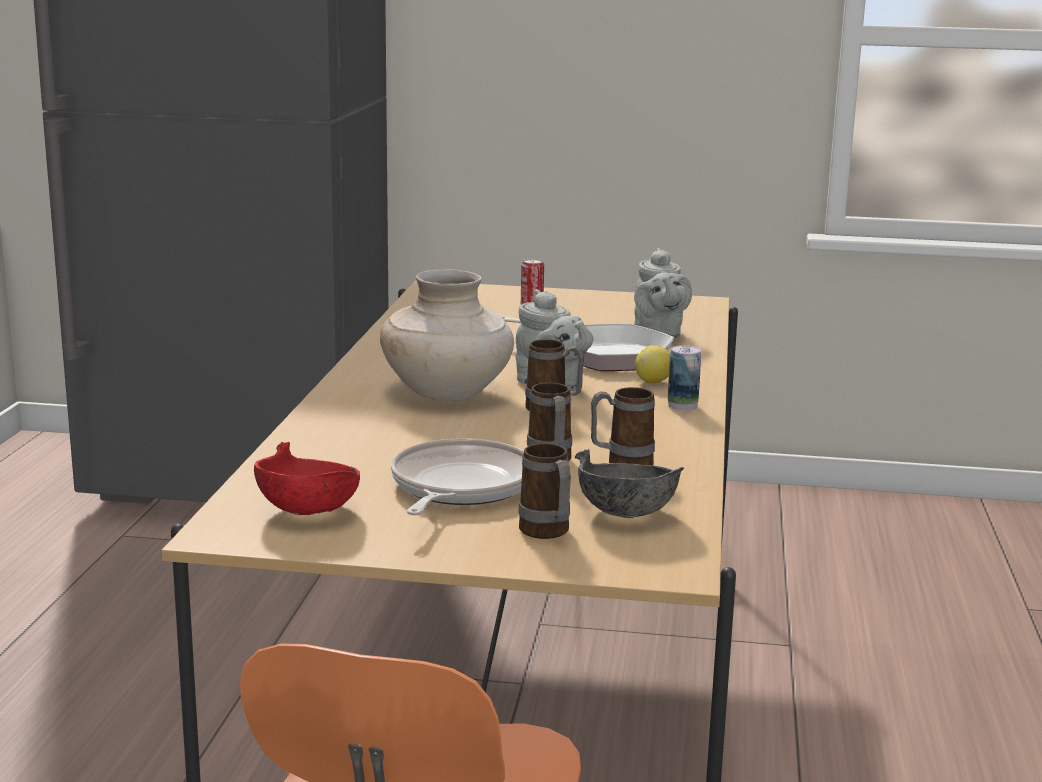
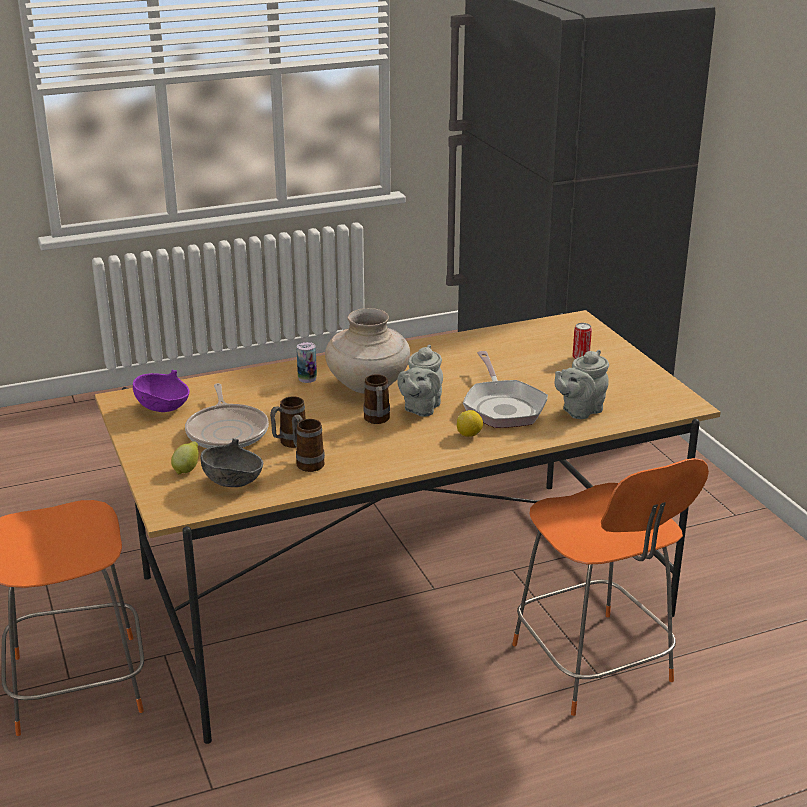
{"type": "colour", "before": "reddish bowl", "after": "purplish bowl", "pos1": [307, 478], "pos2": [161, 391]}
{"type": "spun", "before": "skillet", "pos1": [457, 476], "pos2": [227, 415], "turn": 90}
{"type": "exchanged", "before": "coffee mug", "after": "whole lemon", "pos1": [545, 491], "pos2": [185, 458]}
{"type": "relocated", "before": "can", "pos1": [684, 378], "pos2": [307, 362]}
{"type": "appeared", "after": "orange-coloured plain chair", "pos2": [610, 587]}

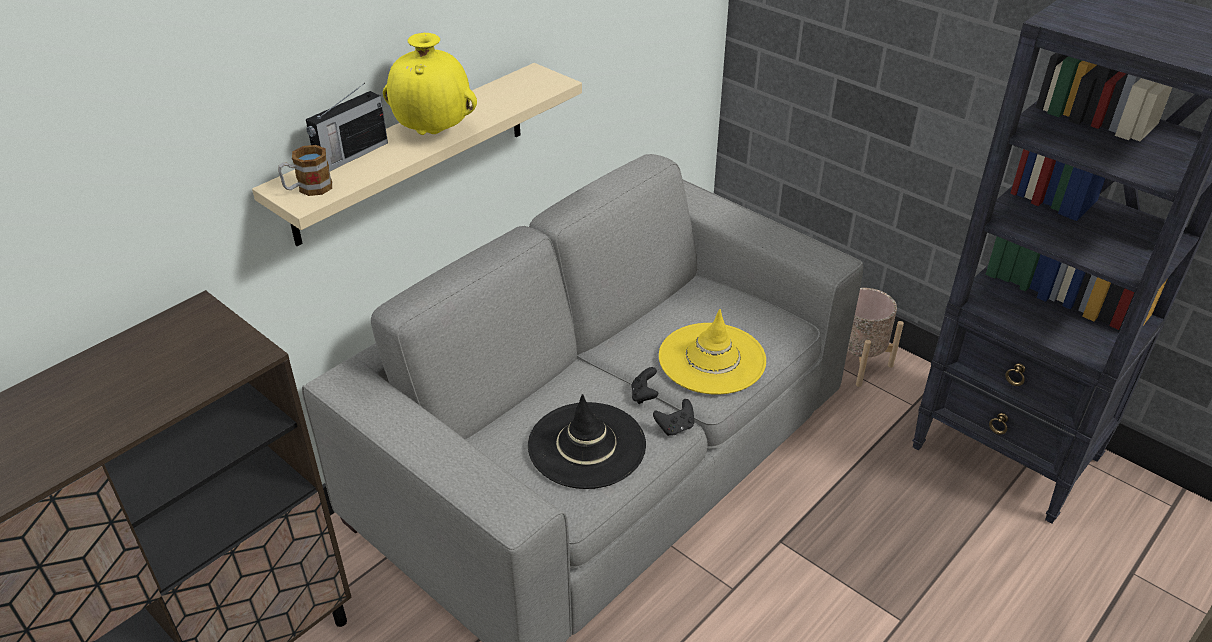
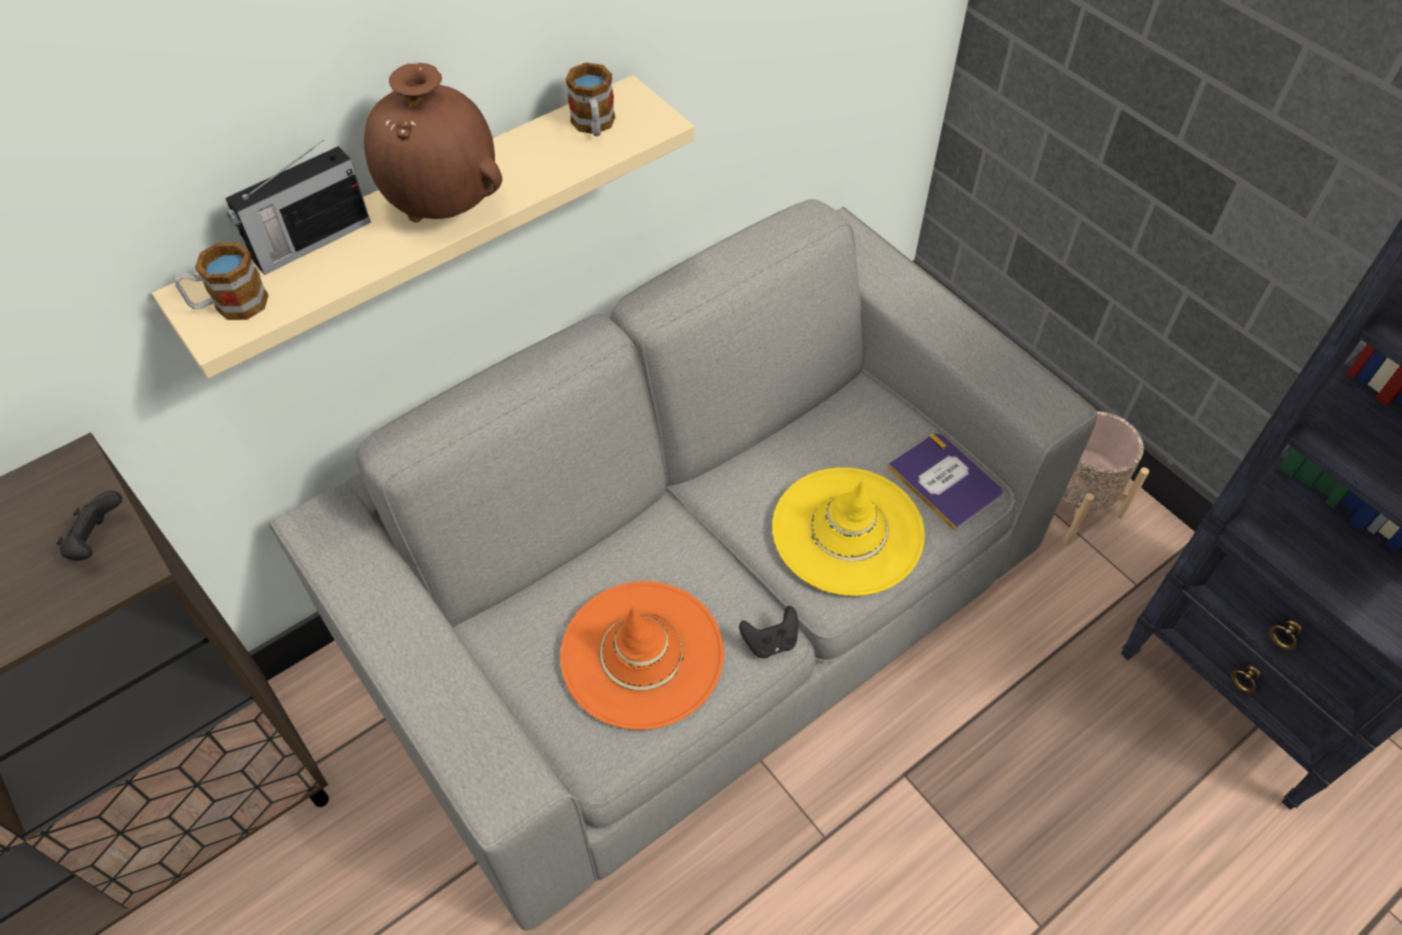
{"type": "colour", "before": "yellow-coloured decorative vase", "after": "brownish decorative vase", "pos1": [430, 84], "pos2": [433, 142]}
{"type": "colour", "before": "blackish wearable hat", "after": "orange-coloured wearable hat", "pos1": [587, 441], "pos2": [642, 655]}
{"type": "relocated", "before": "blackish gamepad", "pos1": [644, 385], "pos2": [89, 525]}
{"type": "appeared", "after": "coffee mug", "pos2": [590, 99]}
{"type": "appeared", "after": "book", "pos2": [945, 482]}

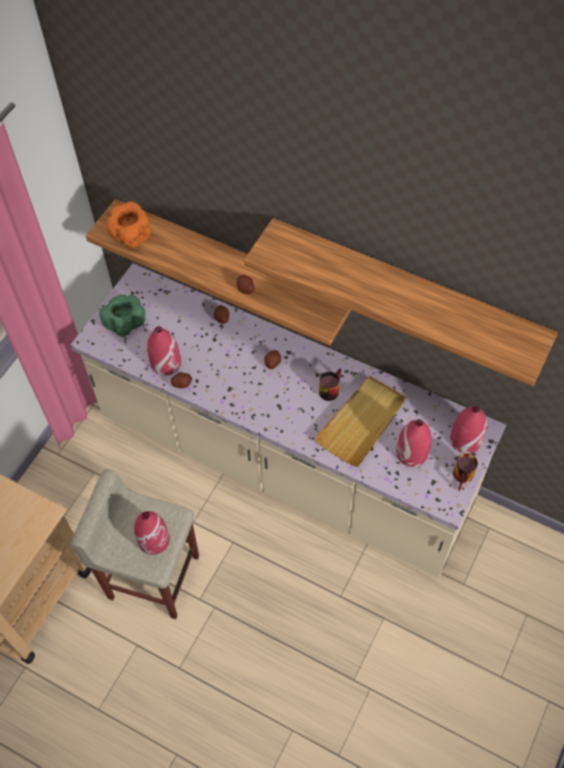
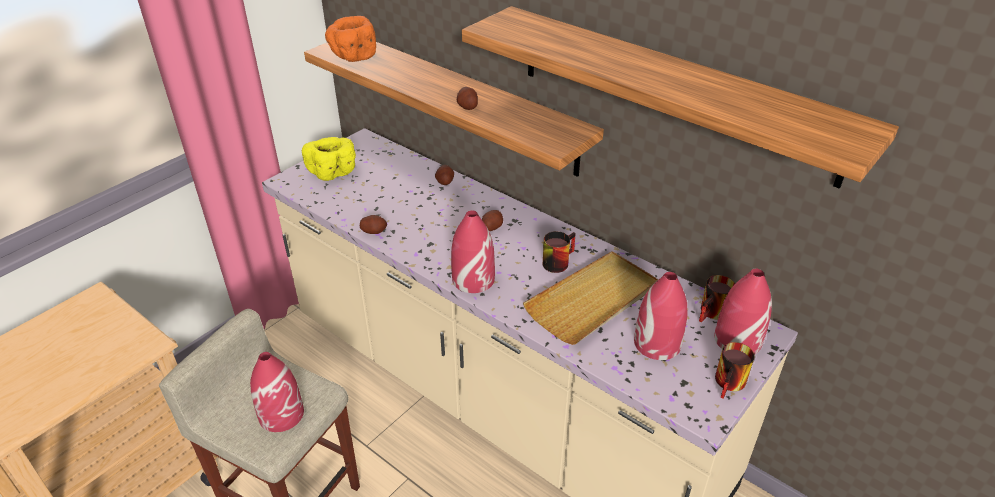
{"type": "colour", "before": "green bowl", "after": "yellow-coloured bowl", "pos1": [122, 316], "pos2": [329, 159]}
{"type": "relocated", "before": "reddish decorative vase", "pos1": [164, 351], "pos2": [473, 251]}
{"type": "appeared", "after": "coffee mug", "pos2": [717, 298]}

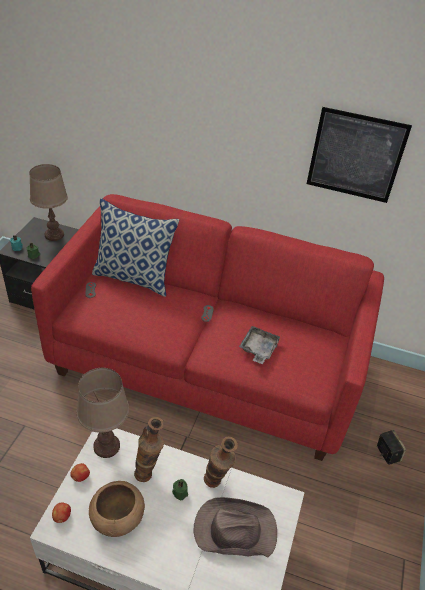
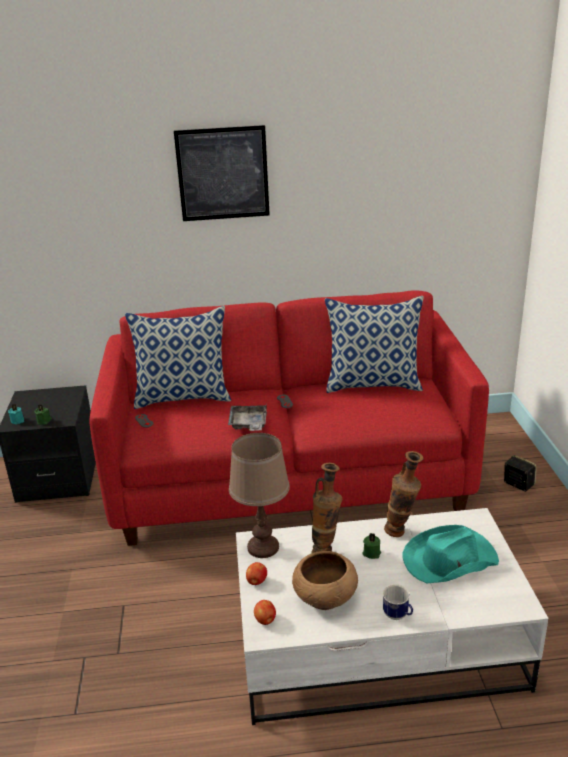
{"type": "missing", "before": "brownish tabletop lamp", "pos1": [48, 202]}
{"type": "colour", "before": "brownish wearable hat", "after": "turquoise wearable hat", "pos1": [235, 527], "pos2": [450, 554]}
{"type": "relocated", "before": "gray tray", "pos1": [260, 345], "pos2": [247, 417]}
{"type": "relocated", "before": "wall picture", "pos1": [359, 155], "pos2": [222, 173]}
{"type": "appeared", "after": "pillow", "pos2": [374, 344]}
{"type": "appeared", "after": "coffee mug", "pos2": [398, 602]}

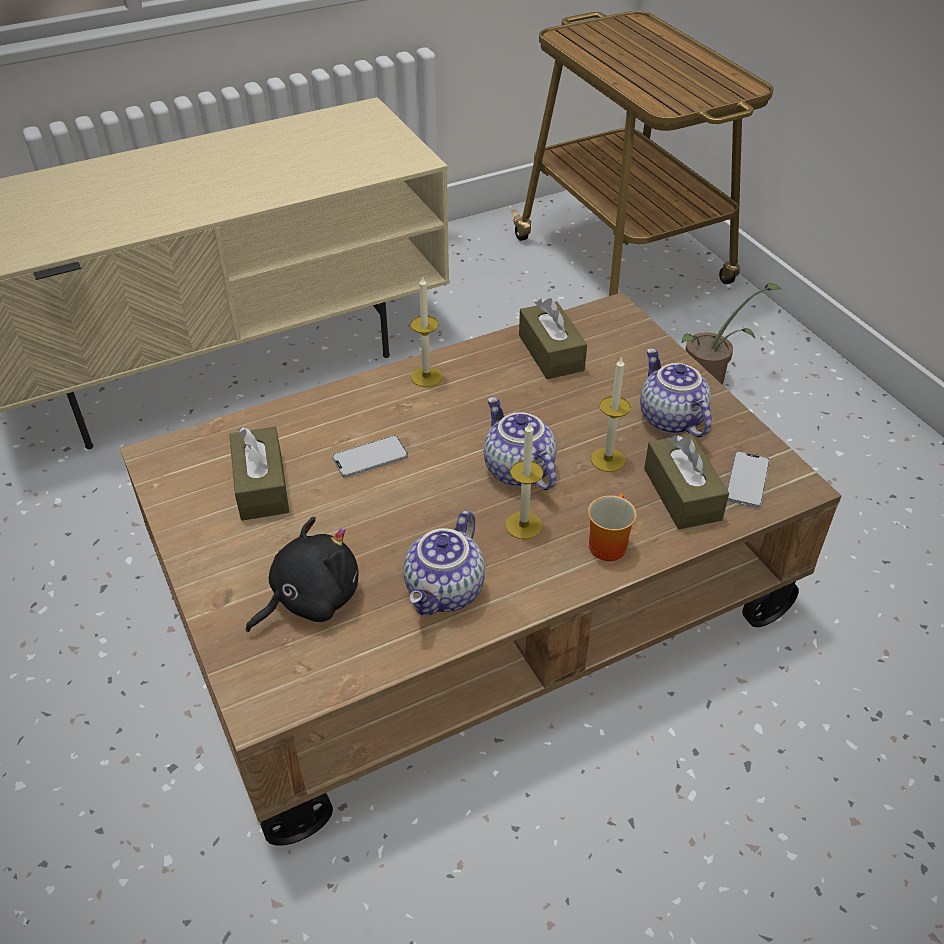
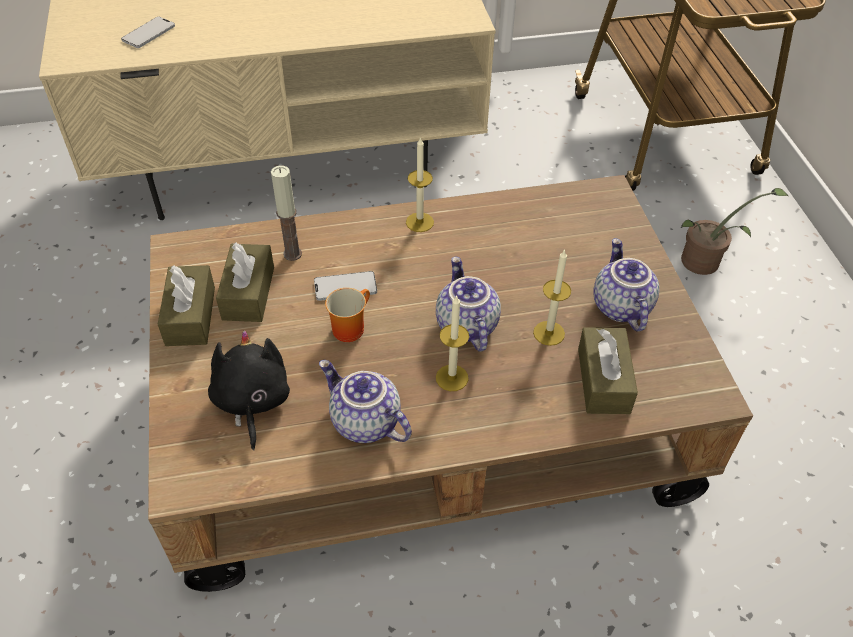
{"type": "spun", "before": "blackish cuddly toy", "pos1": [302, 574], "pos2": [249, 390], "turn": -75}
{"type": "spun", "before": "teapot", "pos1": [444, 562], "pos2": [365, 401], "turn": 90}
{"type": "relocated", "before": "brownish tissue holder", "pos1": [553, 338], "pos2": [186, 305]}
{"type": "relocated", "before": "coffee mug", "pos1": [612, 527], "pos2": [347, 315]}
{"type": "relocated", "before": "phone", "pos1": [748, 479], "pos2": [148, 32]}
{"type": "appeared", "after": "wax candle", "pos2": [286, 213]}

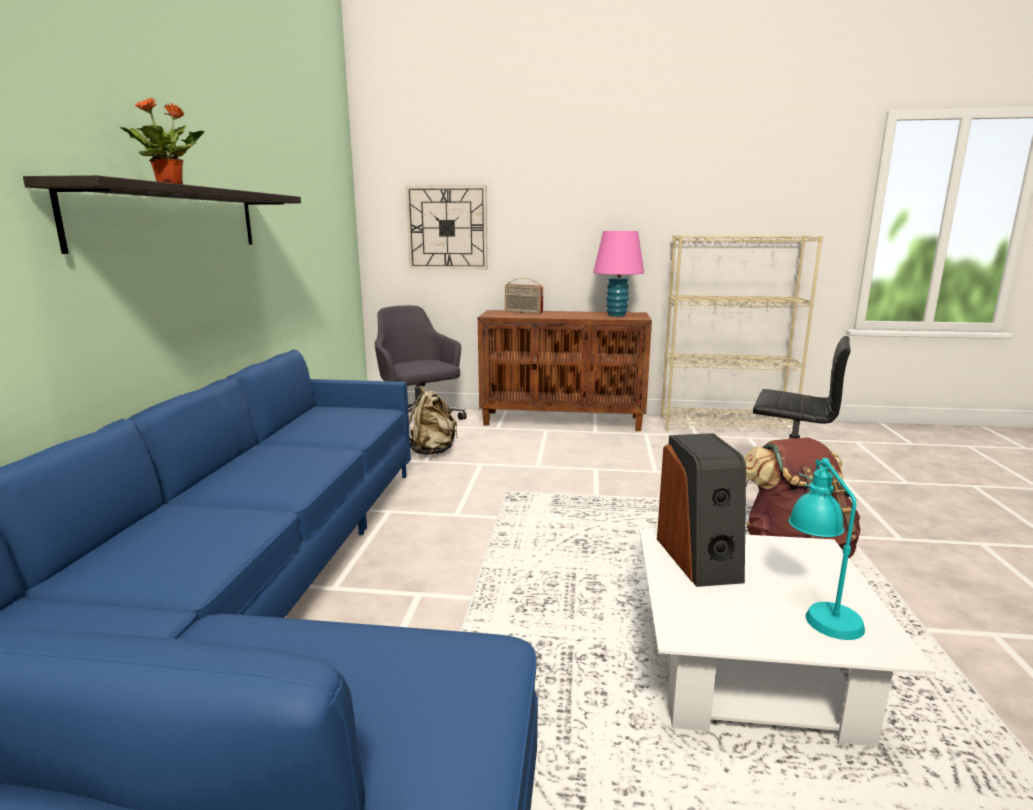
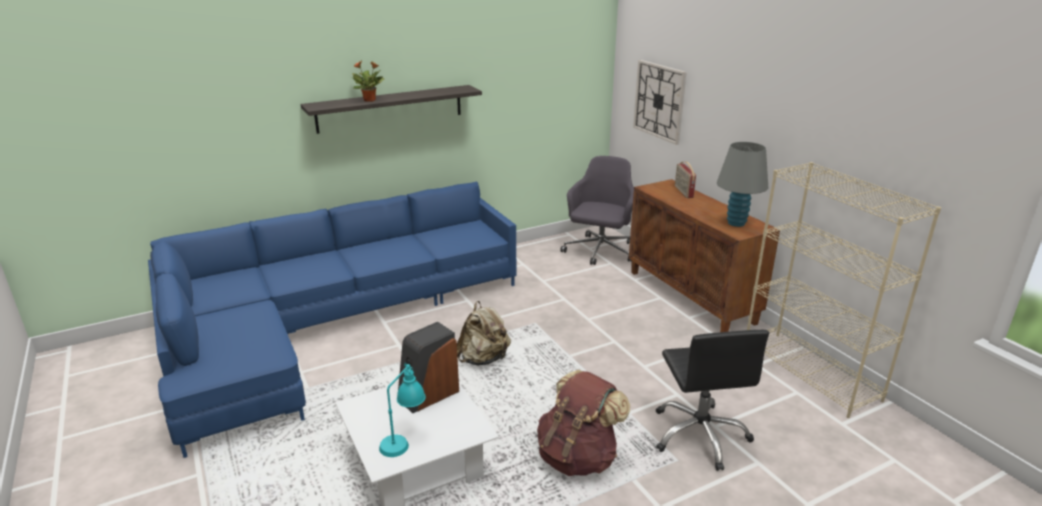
{"type": "relocated", "before": "beige backpack", "pos1": [433, 420], "pos2": [484, 333]}
{"type": "colour", "before": "pinkish tabletop lamp", "after": "gray tabletop lamp", "pos1": [618, 274], "pos2": [742, 184]}

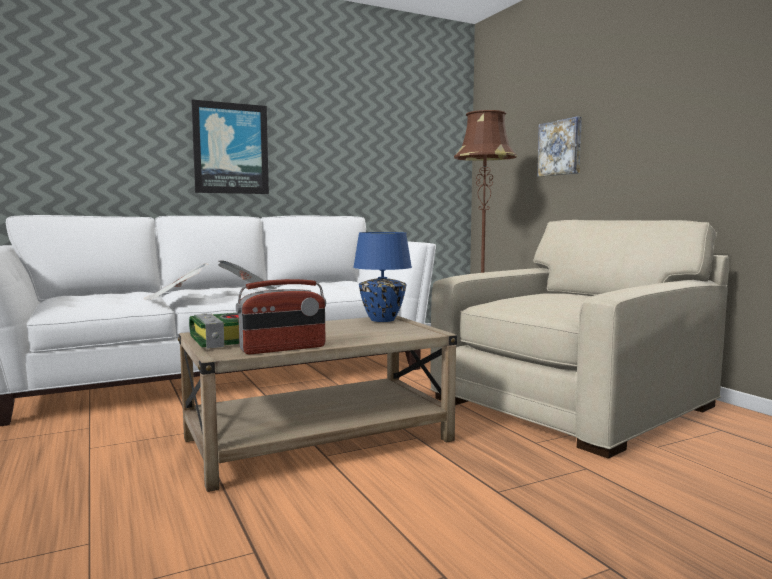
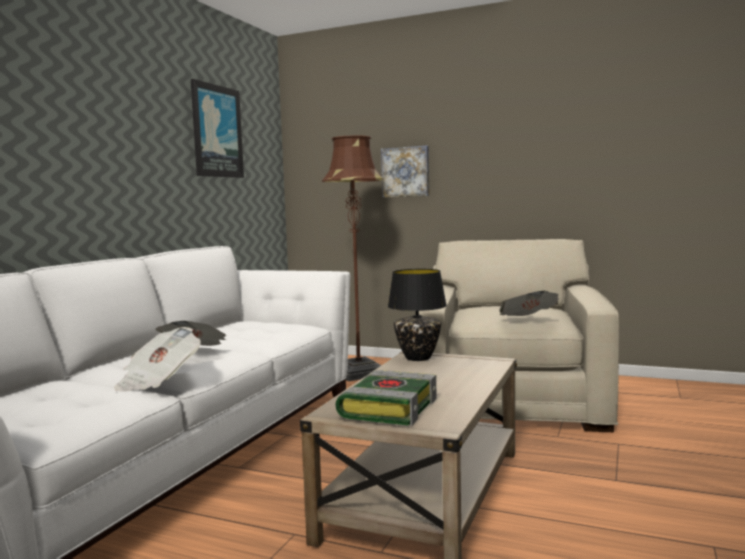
{"type": "relocated", "before": "wall picture", "pos1": [230, 146], "pos2": [217, 128]}
{"type": "missing", "before": "radio", "pos1": [281, 316]}
{"type": "colour", "before": "blue-coloured tabletop lamp", "after": "blackish tabletop lamp", "pos1": [382, 277], "pos2": [417, 315]}
{"type": "appeared", "after": "newspaper", "pos2": [528, 303]}

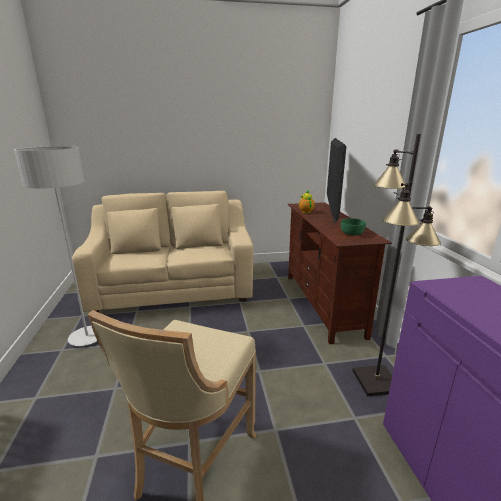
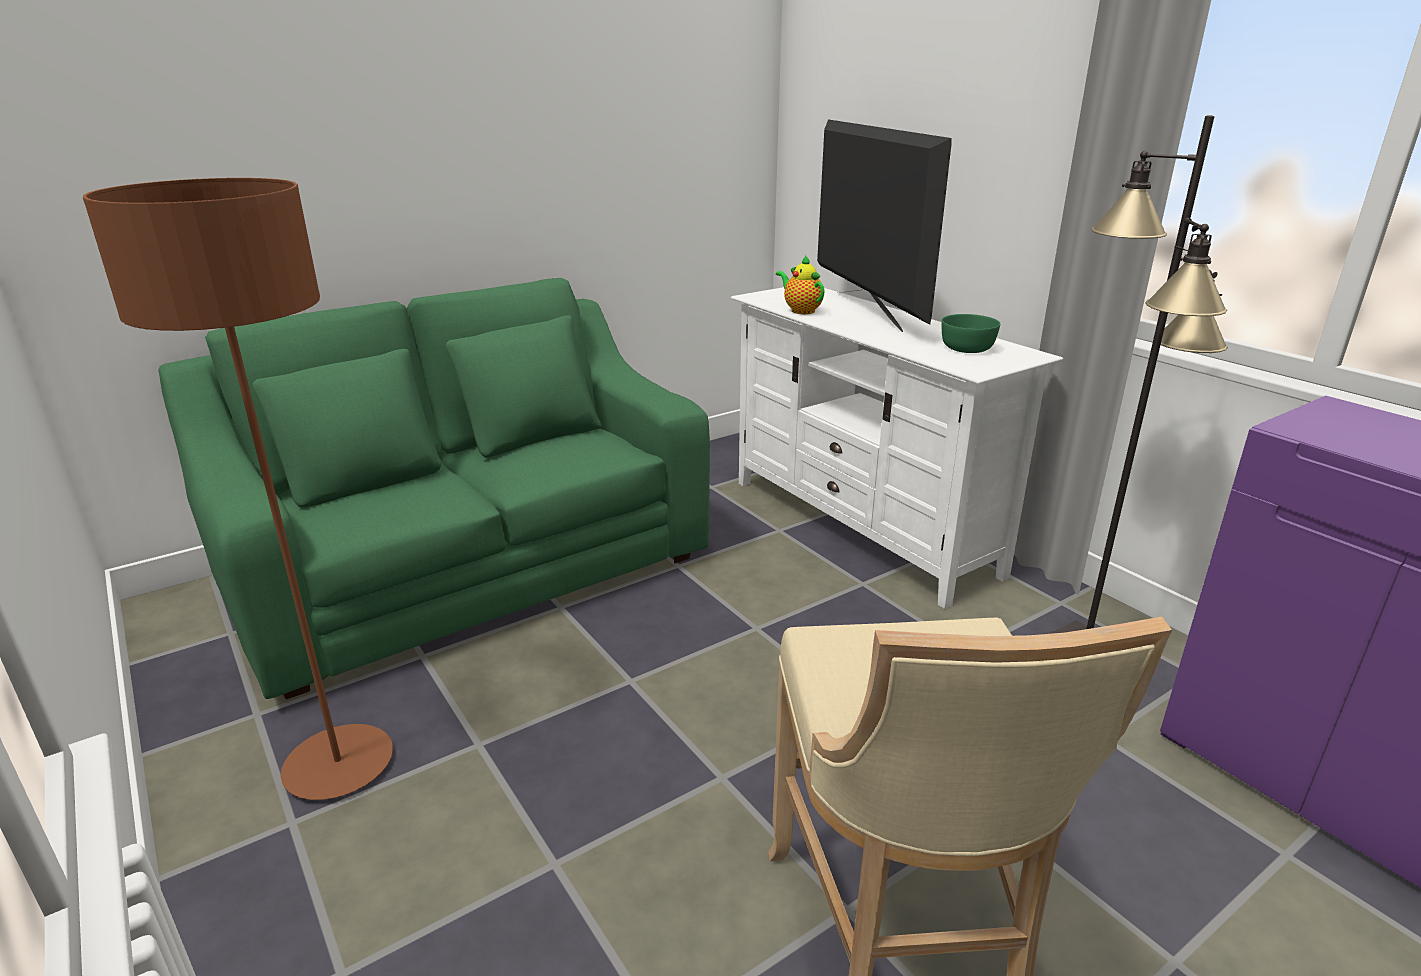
{"type": "colour", "before": "gray standard lamp", "after": "brownish standard lamp", "pos1": [55, 246], "pos2": [238, 489]}
{"type": "colour", "before": "beige settee", "after": "green settee", "pos1": [163, 251], "pos2": [434, 488]}
{"type": "colour", "before": "brownish tv unit", "after": "white tv unit", "pos1": [340, 273], "pos2": [897, 448]}

